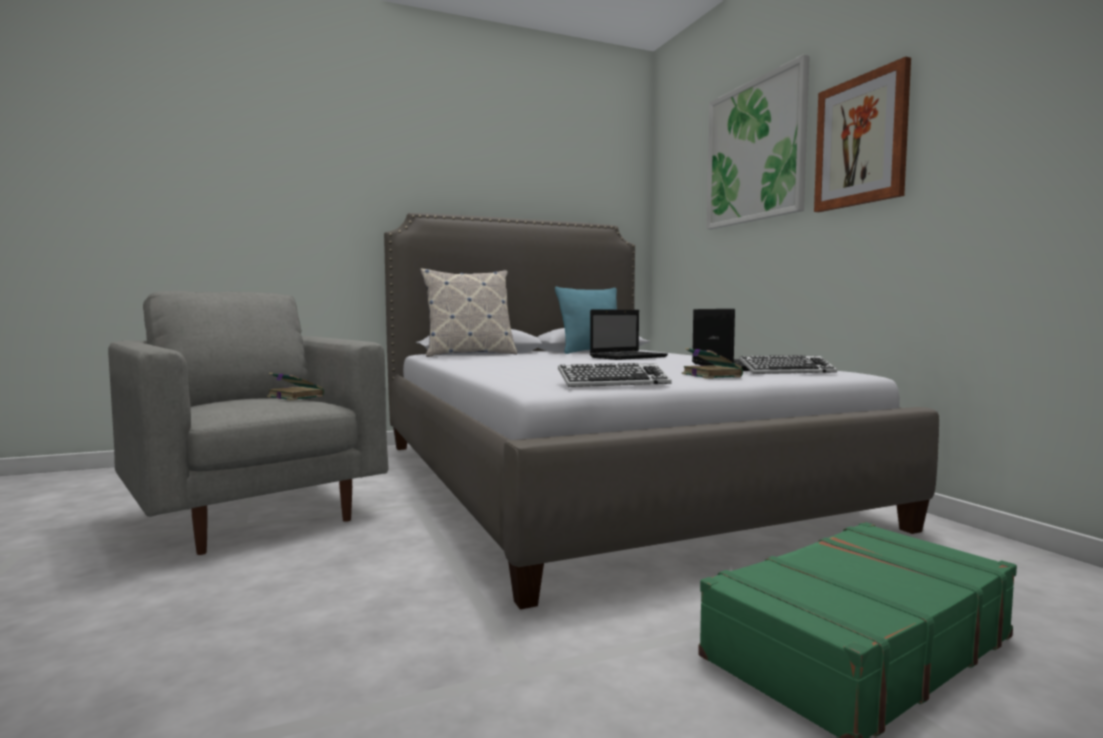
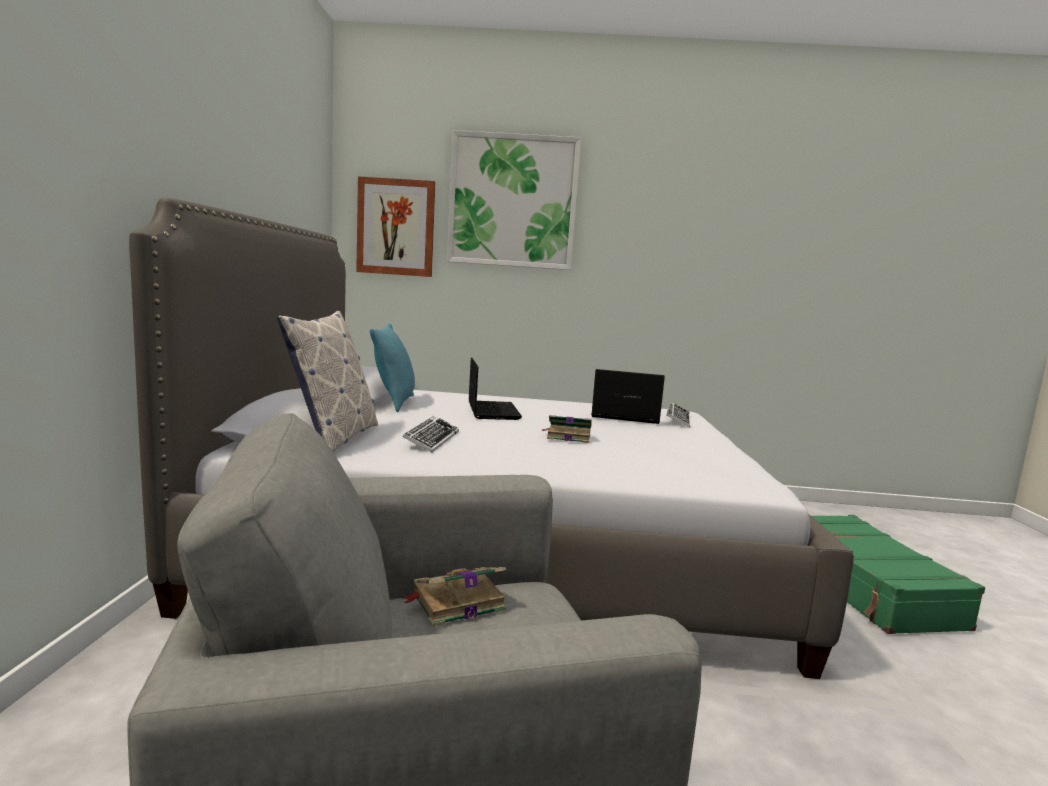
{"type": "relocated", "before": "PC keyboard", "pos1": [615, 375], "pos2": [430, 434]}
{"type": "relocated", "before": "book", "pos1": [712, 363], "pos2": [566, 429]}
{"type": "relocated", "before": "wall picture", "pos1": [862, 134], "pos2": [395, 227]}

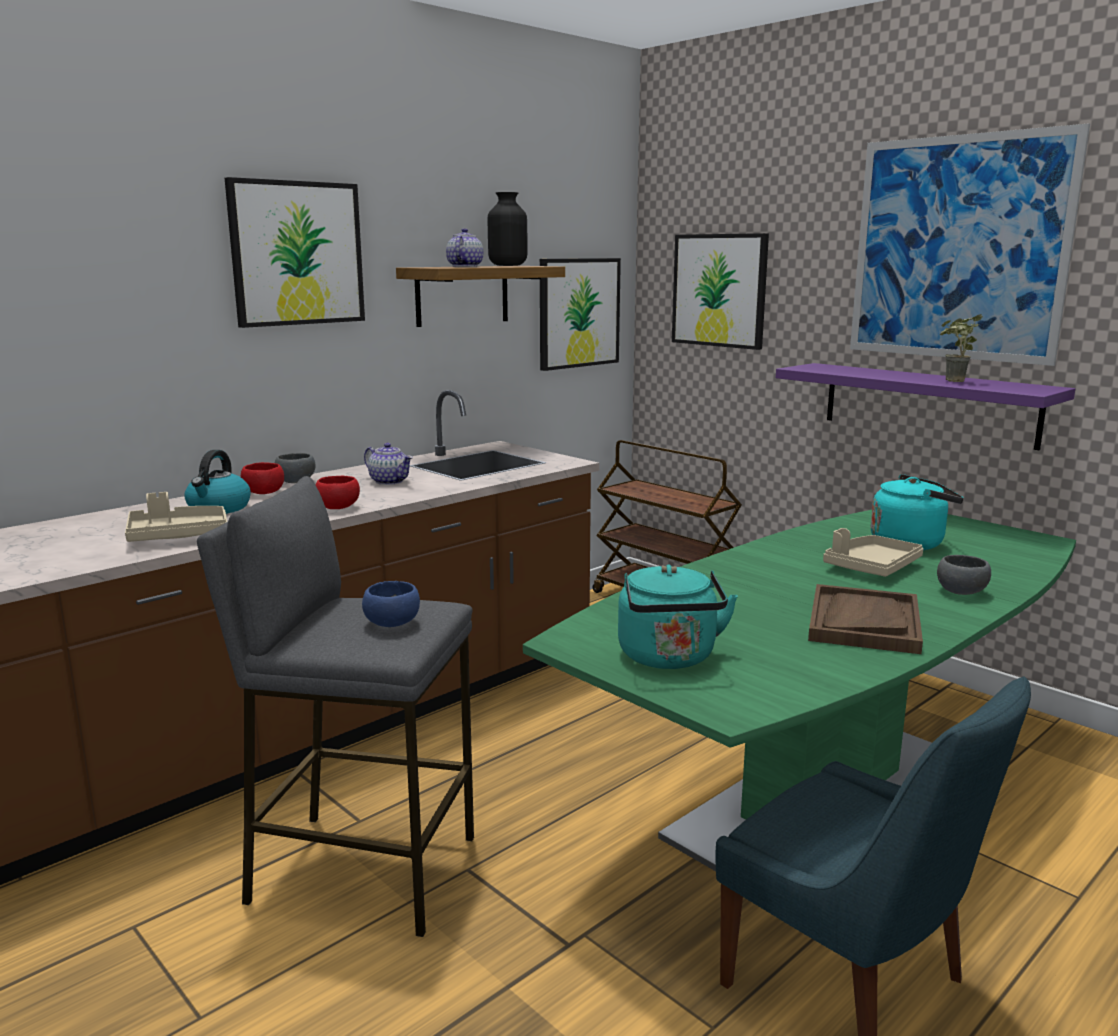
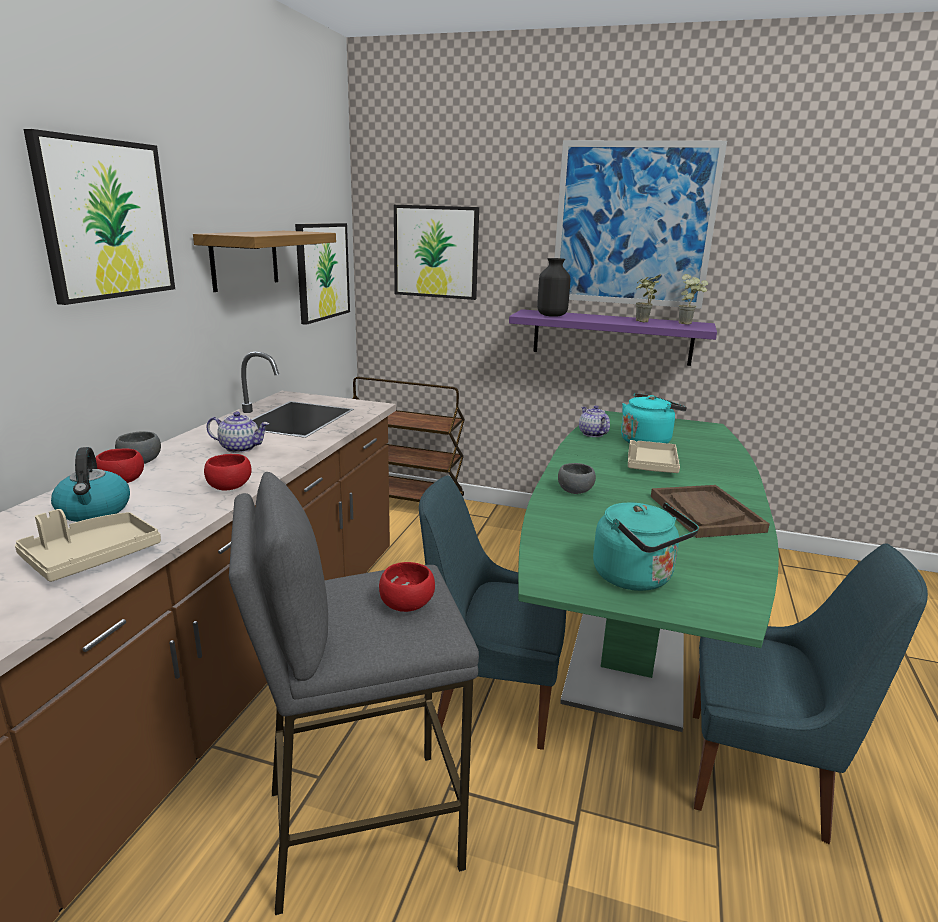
{"type": "colour", "before": "blue-coloured bowl", "after": "reddish bowl", "pos1": [391, 604], "pos2": [407, 587]}
{"type": "relocated", "before": "teapot", "pos1": [464, 247], "pos2": [594, 421]}
{"type": "relocated", "before": "blackish decorative vase", "pos1": [507, 229], "pos2": [553, 287]}
{"type": "relocated", "before": "gray bowl", "pos1": [964, 575], "pos2": [577, 478]}
{"type": "appeared", "after": "blue-coloured plain chair", "pos2": [492, 612]}
{"type": "appeared", "after": "plant in a pot", "pos2": [693, 299]}

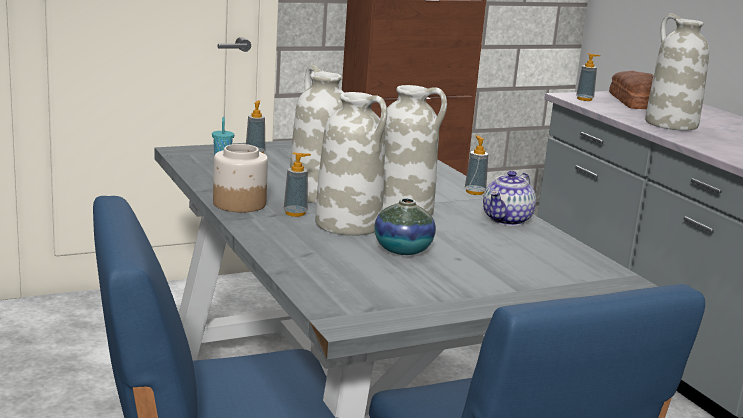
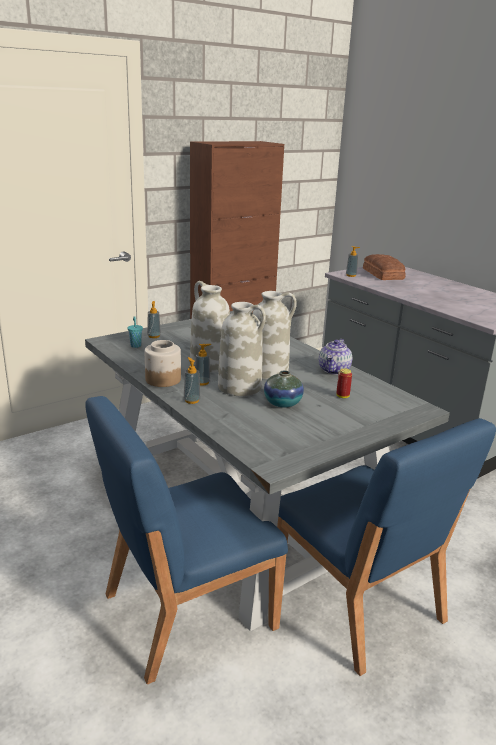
{"type": "relocated", "before": "soap dispenser", "pos1": [476, 165], "pos2": [192, 380]}
{"type": "missing", "before": "white decorative vase", "pos1": [677, 72]}
{"type": "appeared", "after": "can", "pos2": [344, 383]}

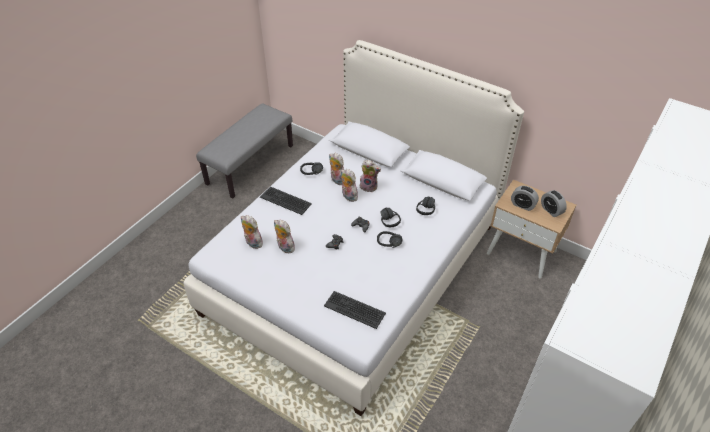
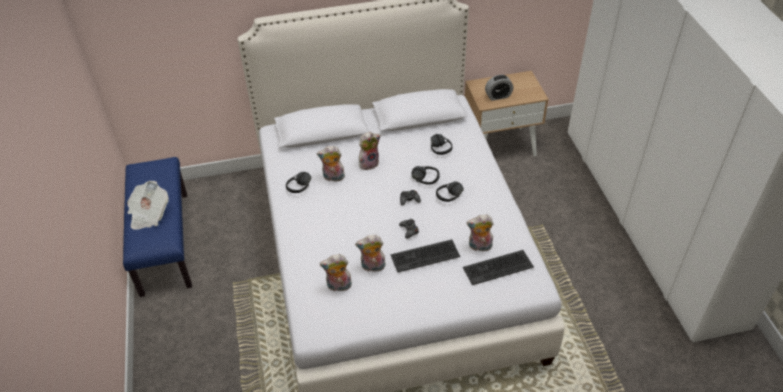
{"type": "colour", "before": "gray bench", "after": "blue-coloured bench", "pos1": [244, 150], "pos2": [157, 227]}
{"type": "relocated", "before": "PC keyboard", "pos1": [286, 200], "pos2": [425, 255]}
{"type": "relocated", "before": "cuddly toy", "pos1": [349, 185], "pos2": [480, 233]}
{"type": "missing", "before": "table clock", "pos1": [554, 203]}
{"type": "appeared", "after": "newspaper", "pos2": [148, 205]}

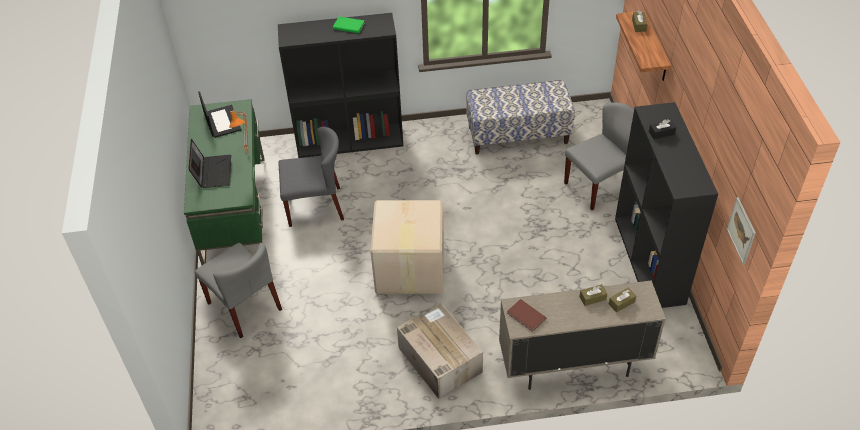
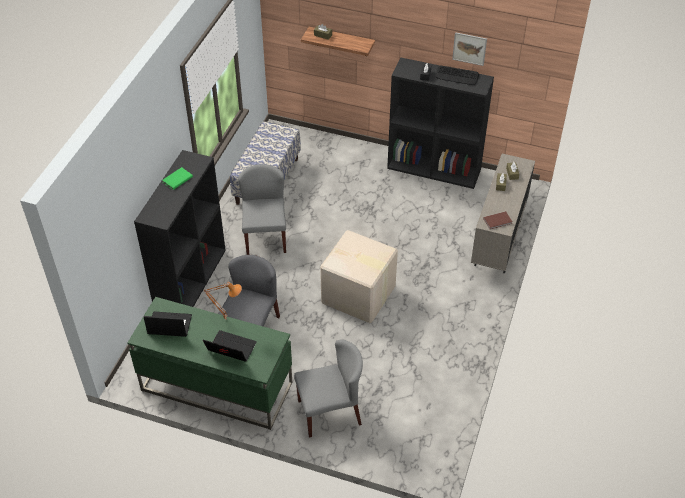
{"type": "missing", "before": "carton", "pos1": [440, 351]}
{"type": "relocated", "before": "gray plain chair", "pos1": [599, 156], "pos2": [262, 209]}
{"type": "relocated", "before": "wall picture", "pos1": [741, 231], "pos2": [469, 49]}
{"type": "appeared", "after": "PC keyboard", "pos2": [457, 75]}

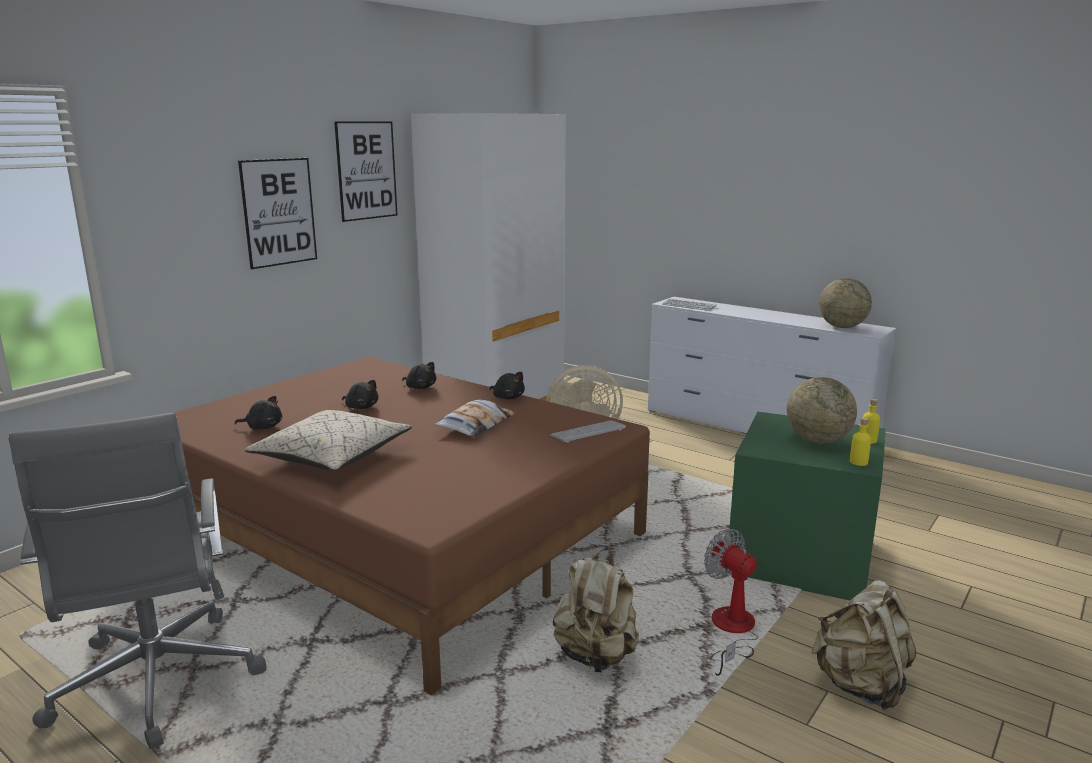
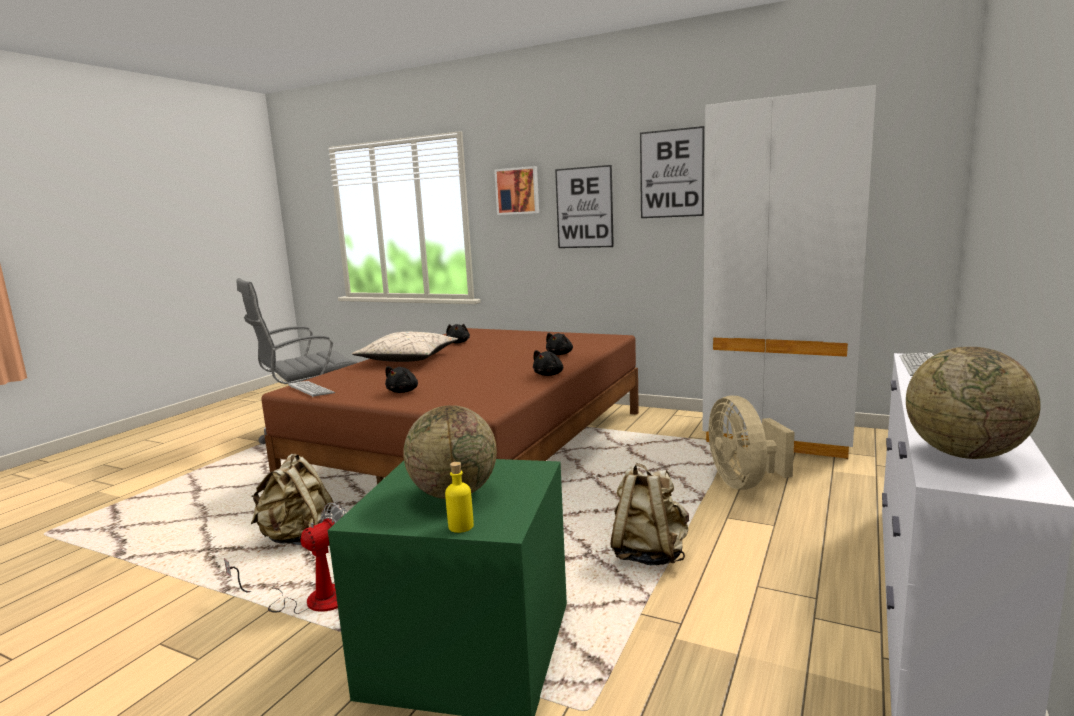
{"type": "relocated", "before": "blackish cuddly toy", "pos1": [360, 394], "pos2": [401, 379]}
{"type": "missing", "before": "pillow", "pos1": [474, 418]}
{"type": "relocated", "before": "PC keyboard", "pos1": [588, 431], "pos2": [311, 389]}
{"type": "relocated", "before": "beige backpack", "pos1": [863, 645], "pos2": [649, 514]}
{"type": "missing", "before": "yellow-coloured beverage bottle", "pos1": [860, 441]}
{"type": "appeared", "after": "wall picture", "pos2": [516, 190]}

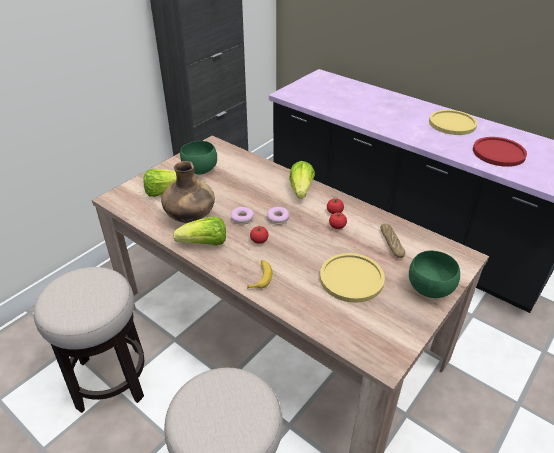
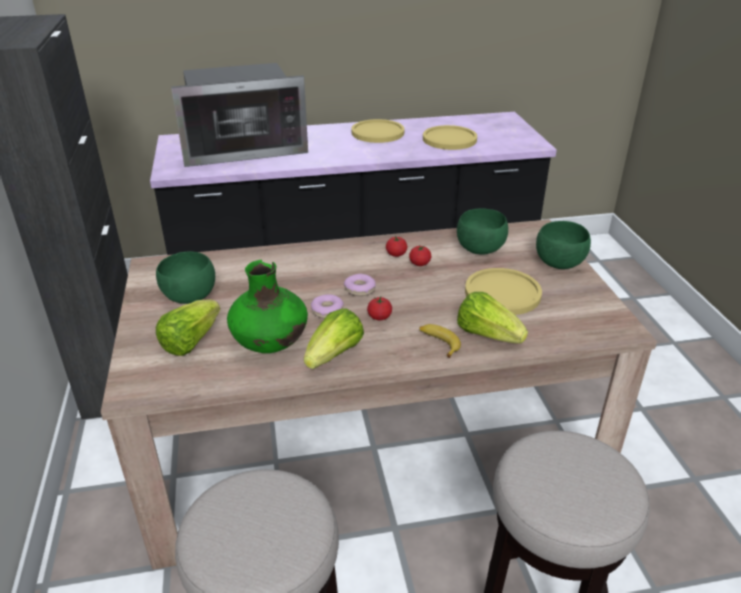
{"type": "colour", "before": "brownish decorative vase", "after": "green decorative vase", "pos1": [188, 192], "pos2": [267, 306]}
{"type": "relocated", "before": "lettuce", "pos1": [302, 180], "pos2": [492, 318]}
{"type": "exchanged", "before": "bread", "after": "green bowl", "pos1": [392, 241], "pos2": [482, 231]}
{"type": "colour", "before": "reddish flat dish", "after": "yellow-coloured flat dish", "pos1": [500, 152], "pos2": [450, 137]}
{"type": "appeared", "after": "microwave", "pos2": [239, 115]}

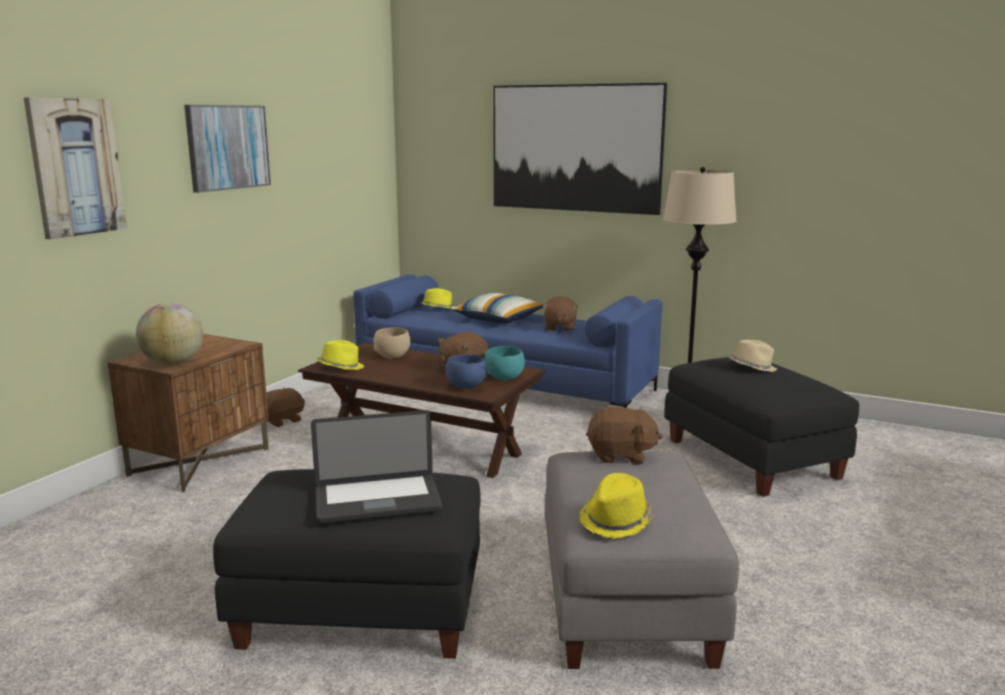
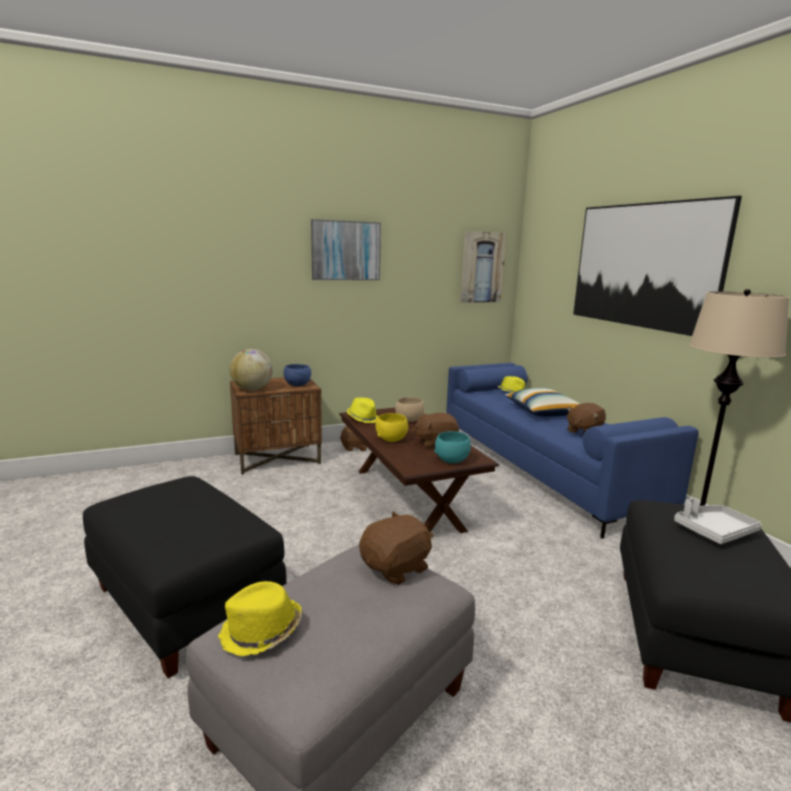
{"type": "relocated", "before": "wall picture", "pos1": [75, 168], "pos2": [483, 267]}
{"type": "missing", "before": "laptop", "pos1": [376, 467]}
{"type": "relocated", "before": "blue-coloured bowl", "pos1": [466, 372], "pos2": [297, 375]}
{"type": "spun", "before": "brownish cuddly toy", "pos1": [624, 435], "pos2": [396, 548], "turn": -90}
{"type": "exchanged", "before": "beige wearable hat", "after": "white tray", "pos1": [752, 356], "pos2": [718, 521]}
{"type": "appeared", "after": "yellow-coloured bowl", "pos2": [391, 427]}

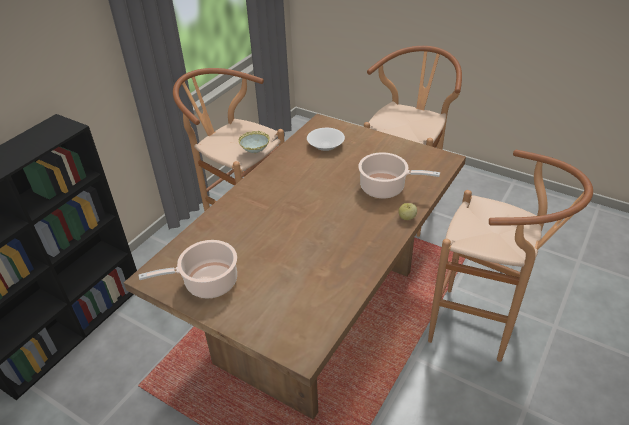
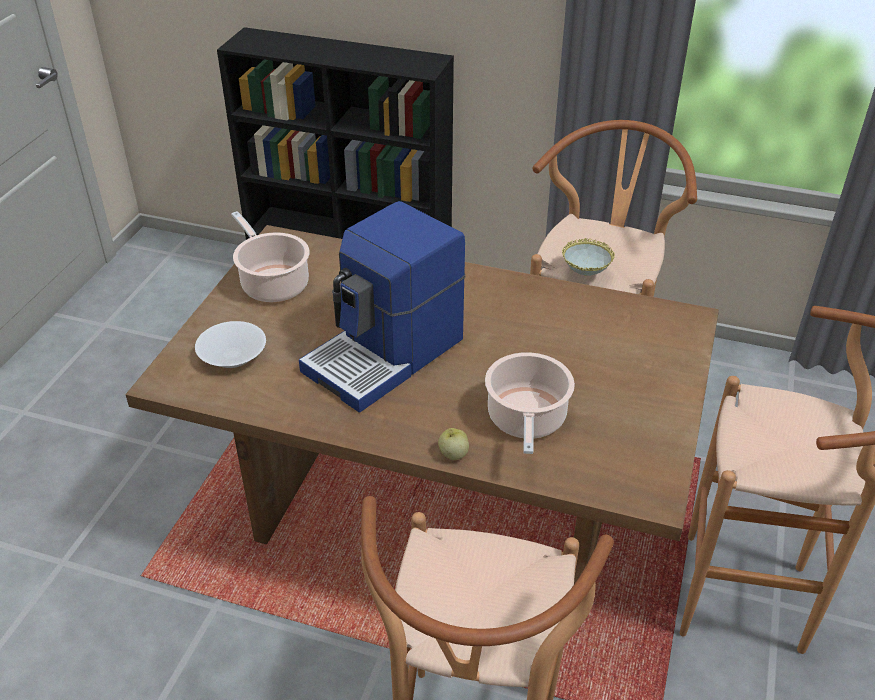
{"type": "relocated", "before": "white bowl", "pos1": [326, 139], "pos2": [230, 344]}
{"type": "appeared", "after": "coffee machine", "pos2": [382, 307]}

